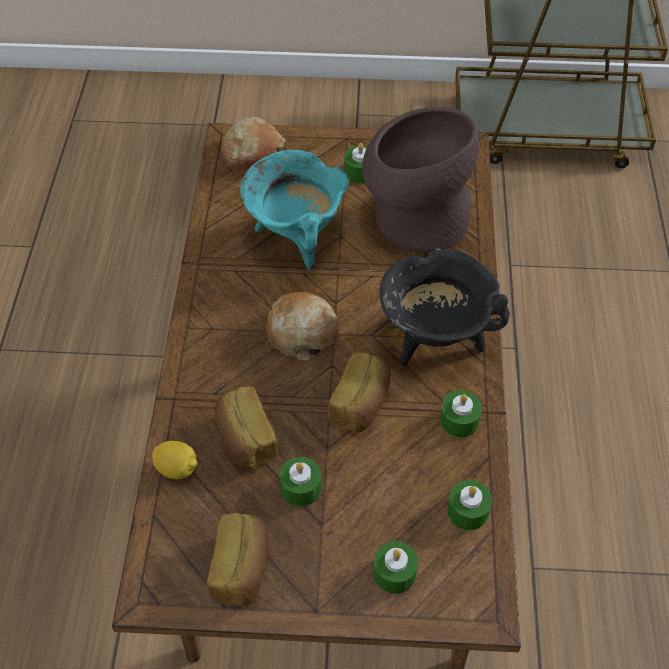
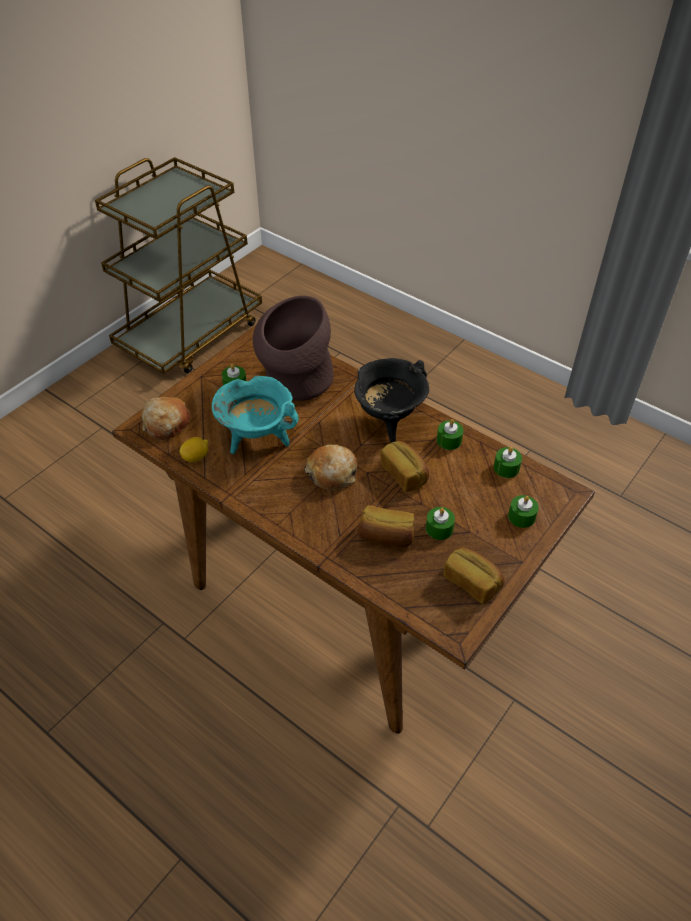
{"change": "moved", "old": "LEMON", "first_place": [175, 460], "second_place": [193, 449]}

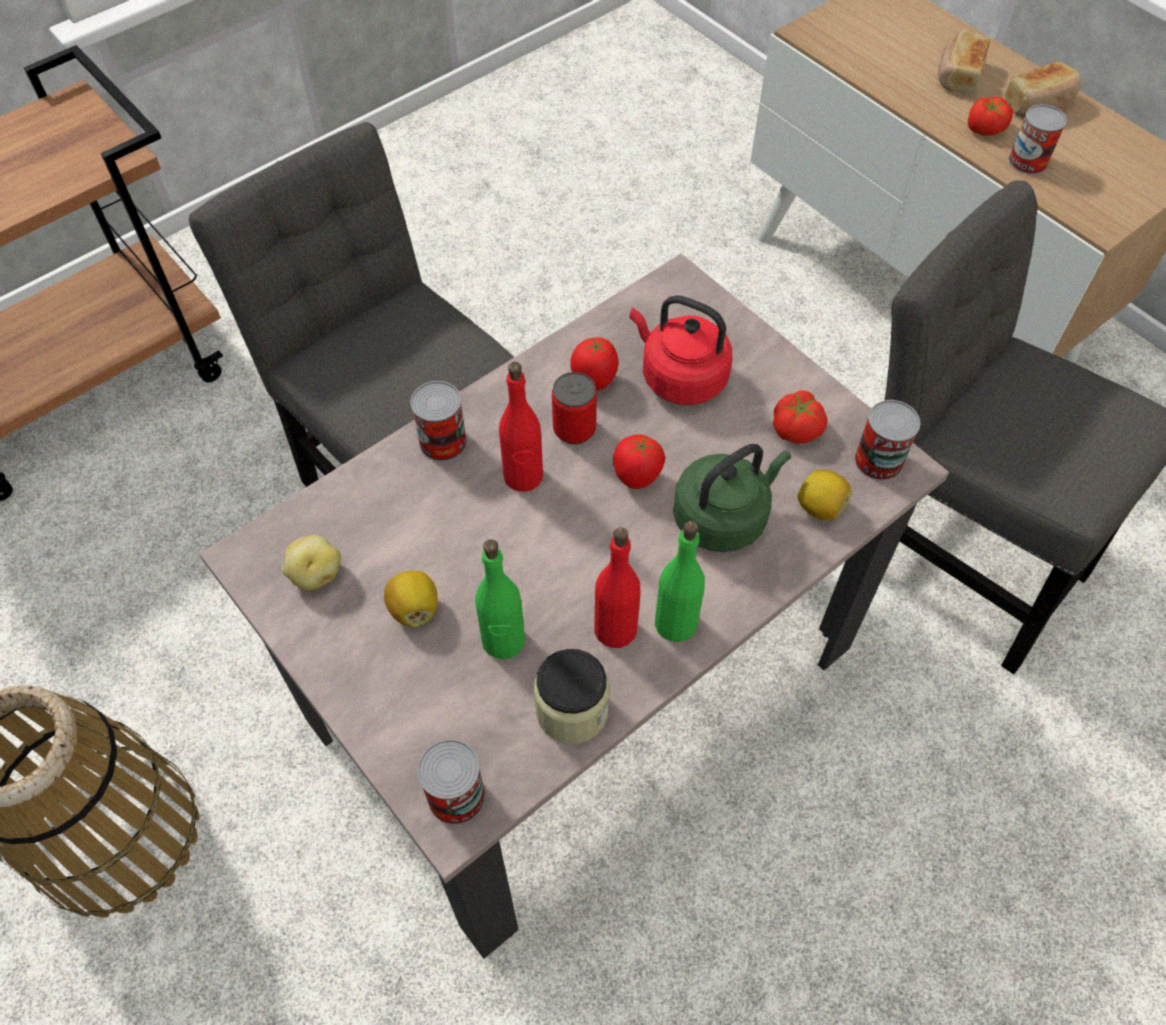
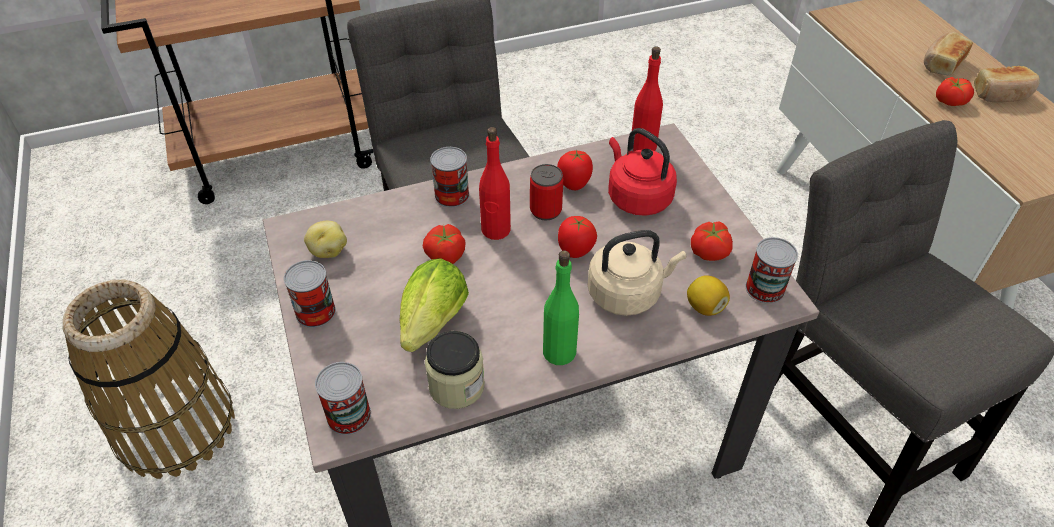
{"change": "removed", "old": "LEMON", "first_place": [411, 599]}
{"change": "added", "new": "TOMATO", "second_place": [444, 244]}
{"change": "moved", "old": "RED BOTTLE", "first_place": [617, 587], "second_place": [647, 99]}
{"change": "moved", "old": "CAN", "first_place": [1037, 139], "second_place": [310, 294]}
{"change": "replaced", "old": "GREEN BOTTLE", "new": "LETTUCE", "first_place": [500, 599], "second_place": [434, 305]}
{"change": "recoloured", "old": "GREEN KETTLE", "new": "BEIGE KETTLE", "first_place": [732, 498], "second_place": [637, 273]}

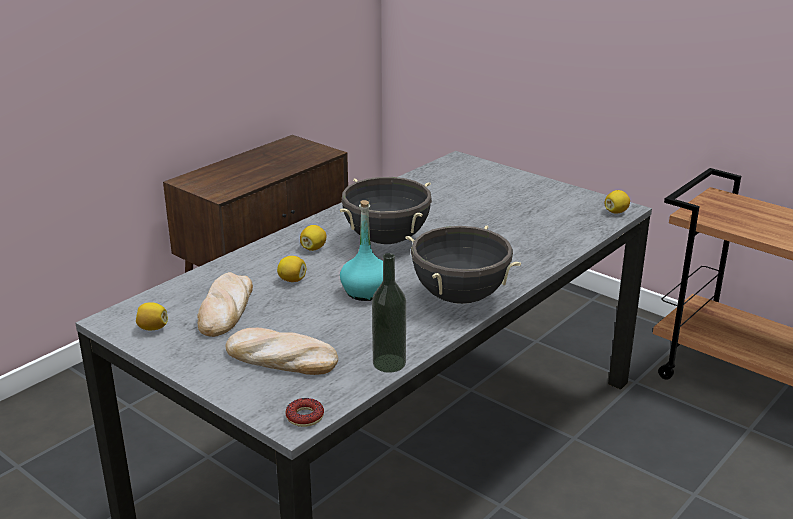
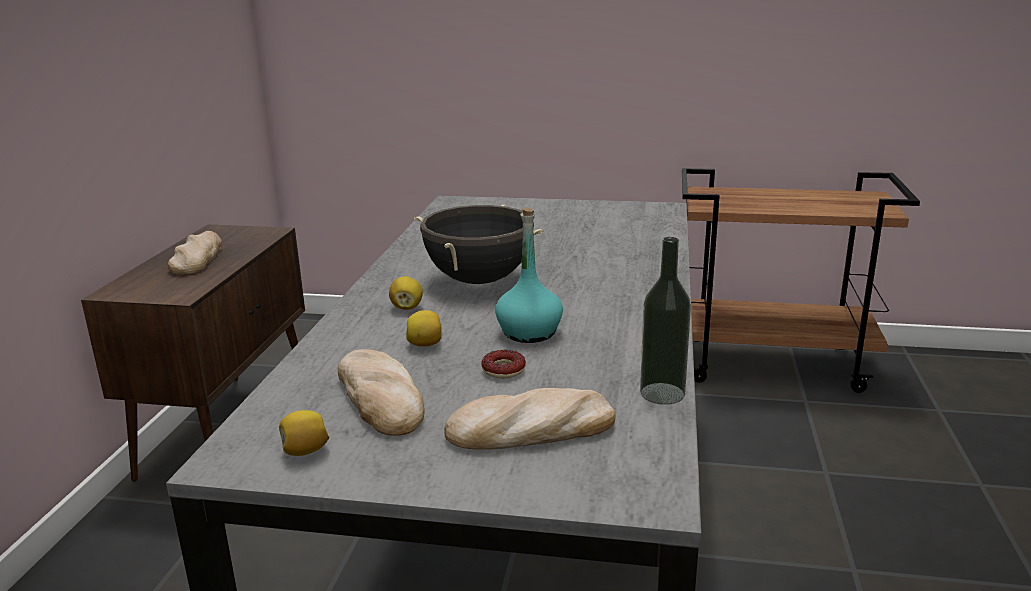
{"change": "removed", "old": "BLACK COOKING POT", "first_place": [463, 264]}
{"change": "removed", "old": "LEMON", "first_place": [617, 201]}
{"change": "added", "new": "BREAD", "second_place": [195, 252]}
{"change": "moved", "old": "DONUT", "first_place": [305, 412], "second_place": [503, 364]}

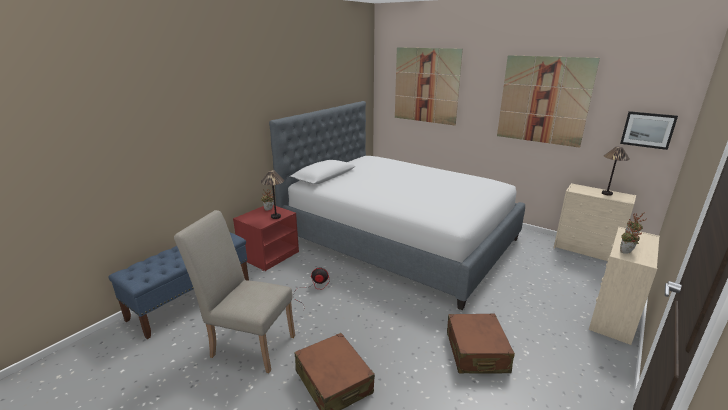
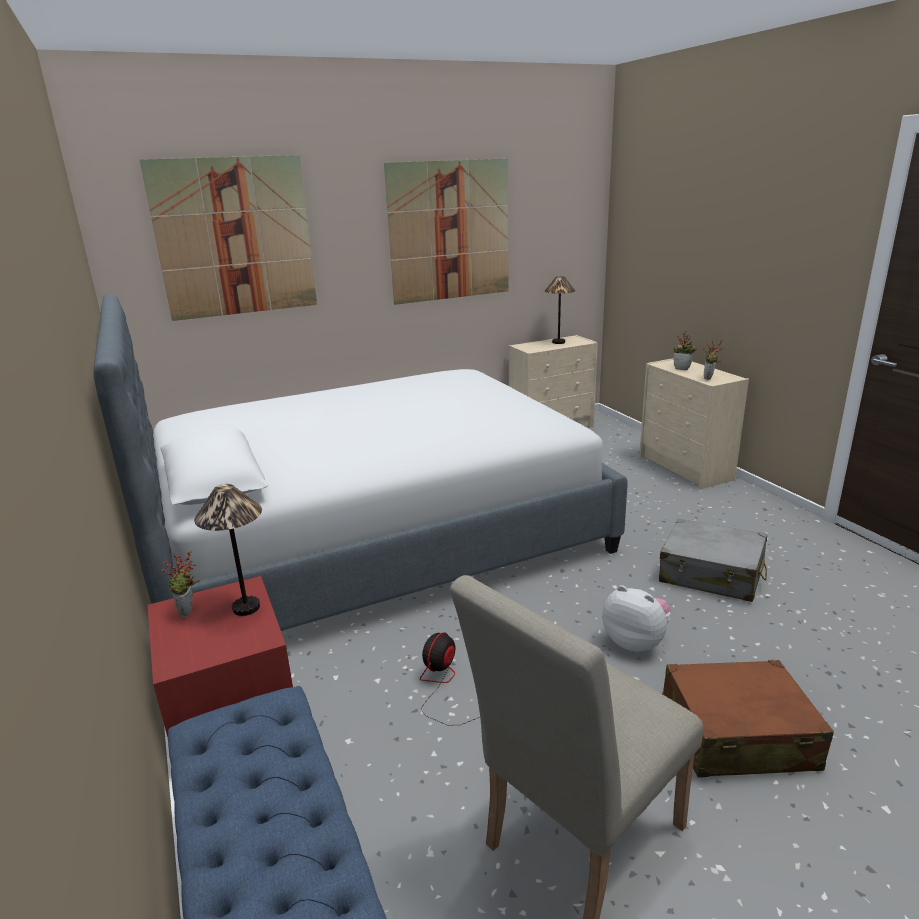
{"change": "removed", "old": "PICTURE", "first_place": [649, 130]}
{"change": "added", "new": "PLUSH TOY", "second_place": [636, 619]}
{"change": "recoloured", "old": "BROWN SUITCASE", "new": "GREY SUITCASE", "first_place": [481, 343], "second_place": [713, 560]}

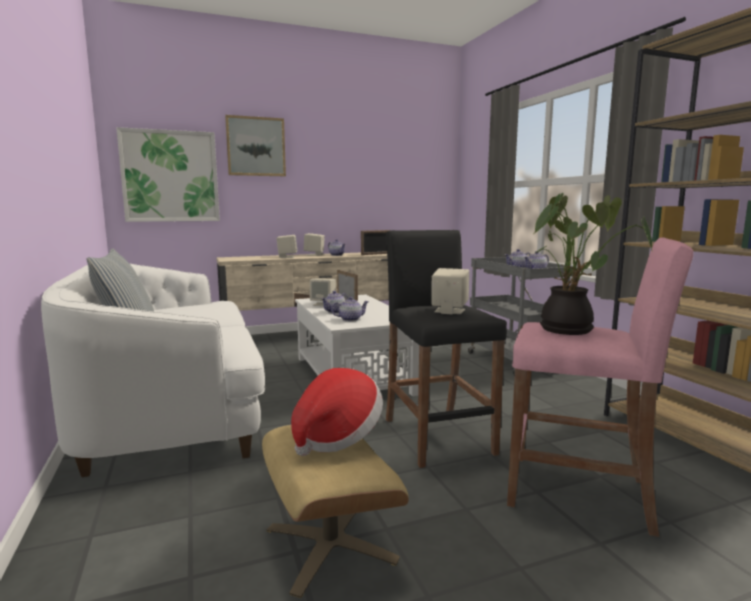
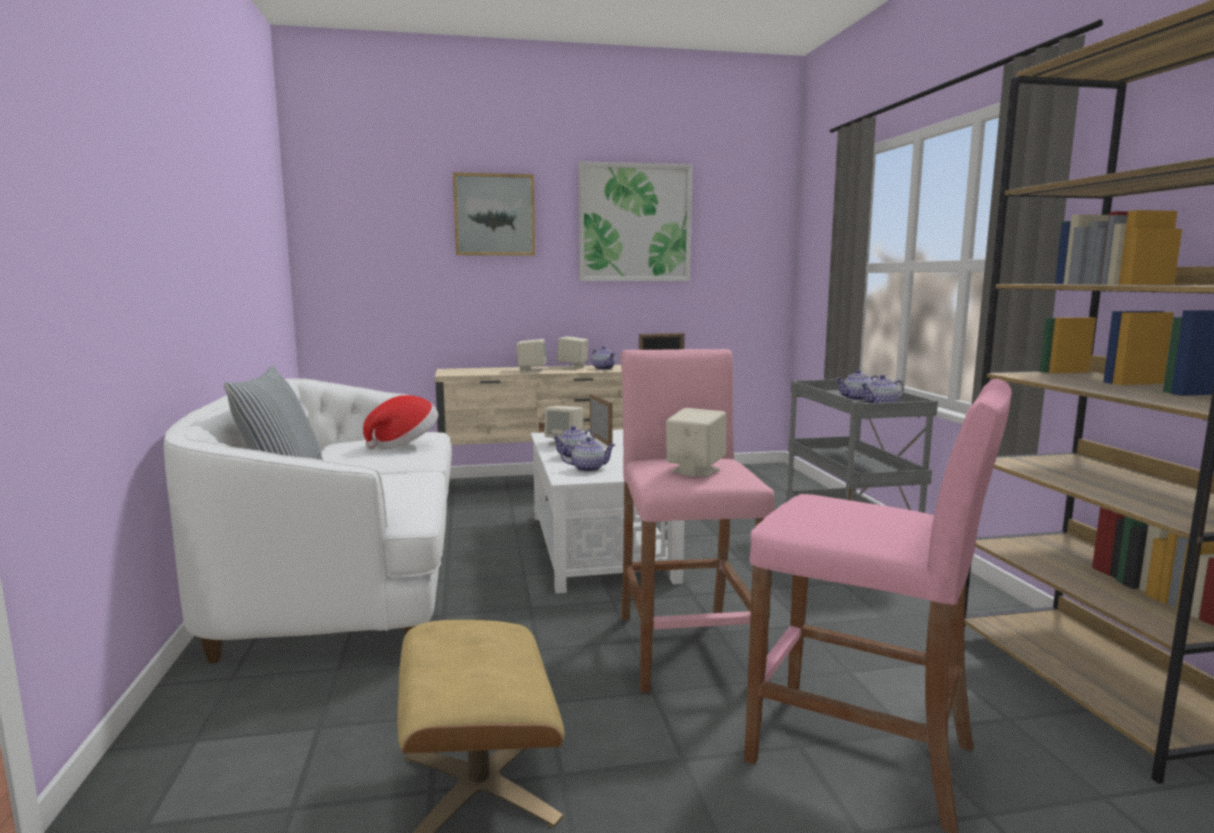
{"change": "removed", "old": "POTTED PLANT", "first_place": [593, 264]}
{"change": "moved", "old": "PICTURE", "first_place": [168, 174], "second_place": [635, 221]}
{"change": "moved", "old": "HAT", "first_place": [337, 412], "second_place": [400, 422]}
{"change": "recoloured", "old": "BLACK STOOL", "new": "PINK STOOL", "first_place": [446, 349], "second_place": [697, 521]}

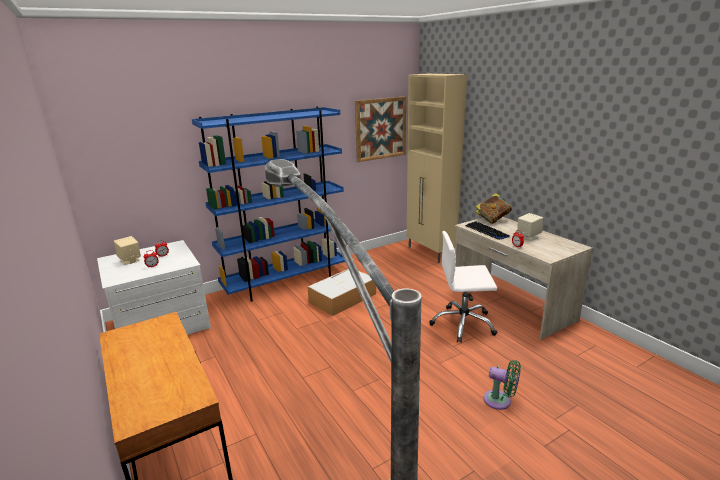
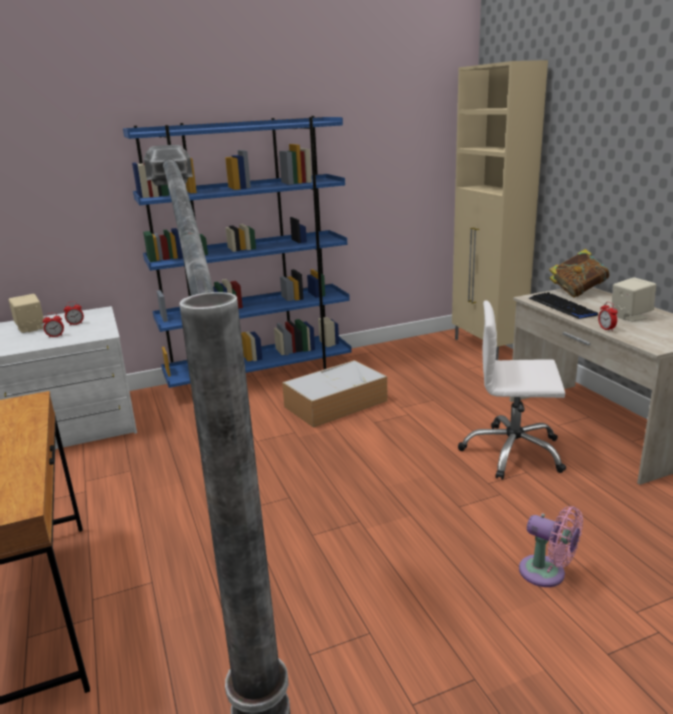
{"change": "removed", "old": "PICTURE", "first_place": [380, 129]}
{"change": "recoloured", "old": "GREEN FAN", "new": "PINK FAN", "first_place": [502, 385], "second_place": [551, 546]}

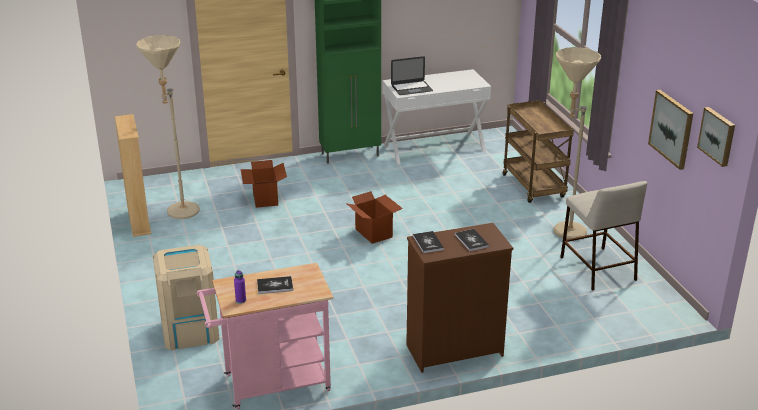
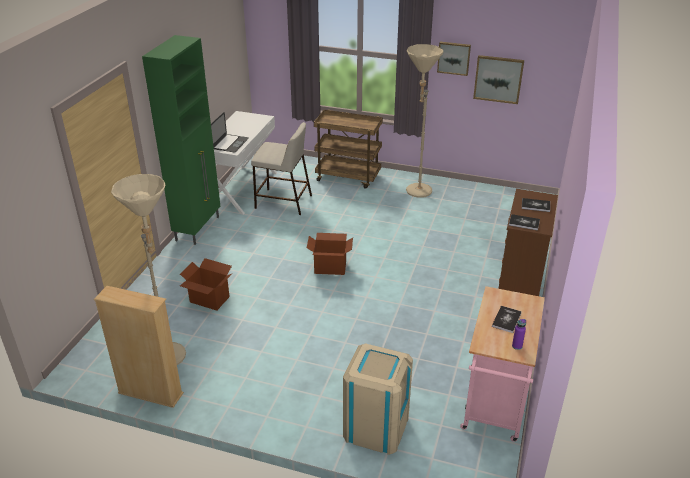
{"change": "moved", "old": "BEIGE STOOL", "first_place": [603, 236], "second_place": [281, 168]}
{"change": "moved", "old": "PICTURE", "first_place": [716, 137], "second_place": [454, 59]}

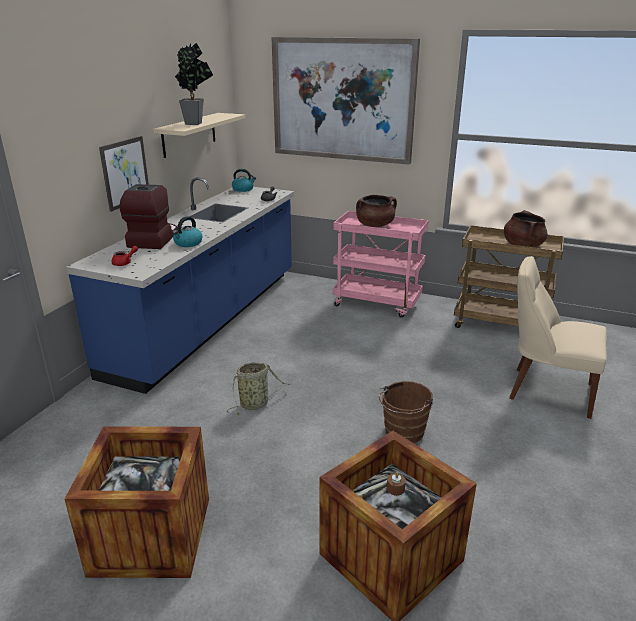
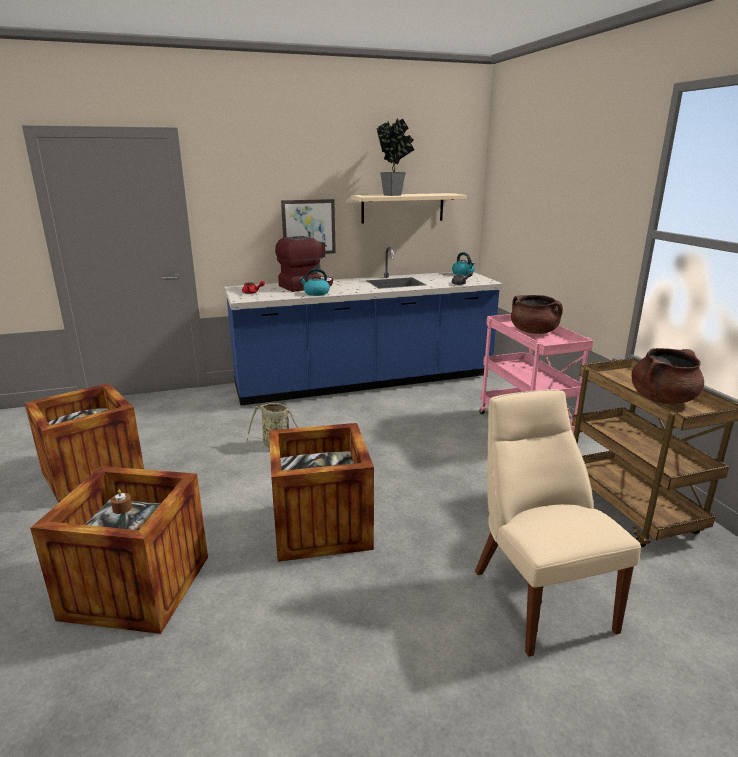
{"change": "removed", "old": "PICTURE", "first_place": [346, 101]}
{"change": "replaced", "old": "BROWN BUCKET", "new": "CRATE", "first_place": [406, 412], "second_place": [321, 492]}

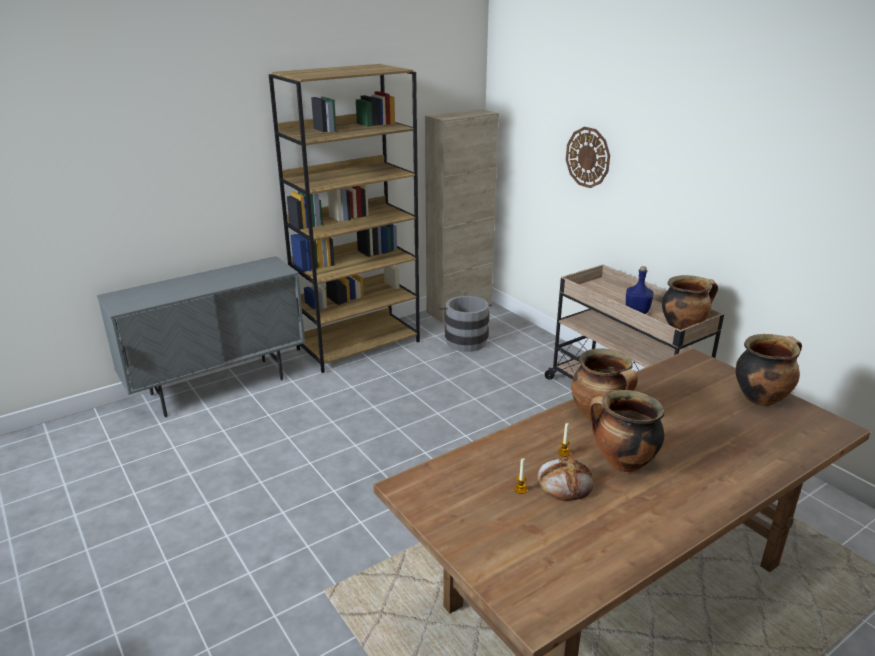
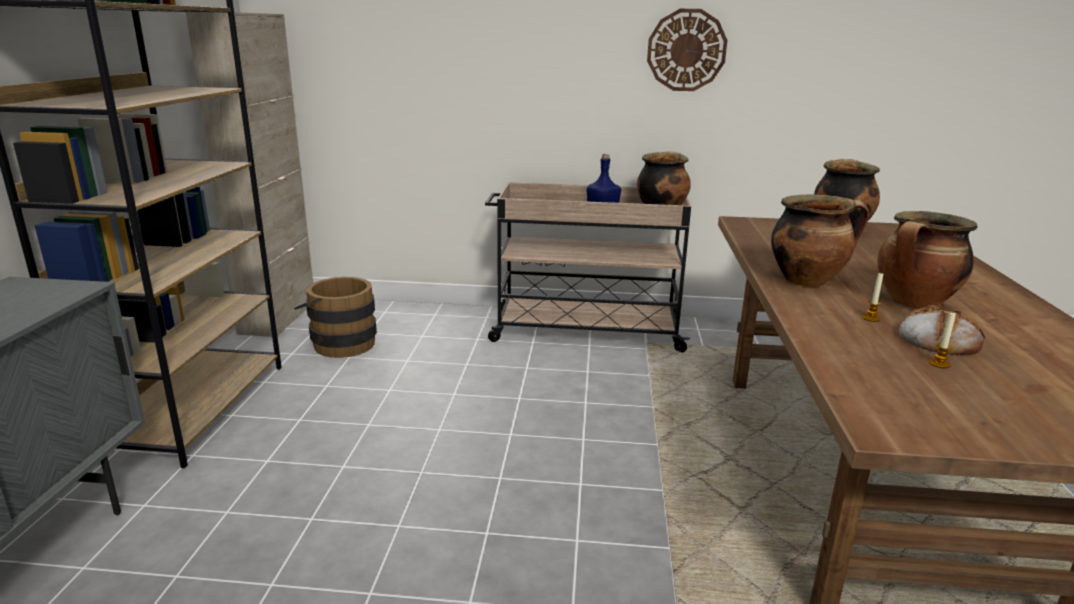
{"change": "moved", "old": "WALL CLOCK", "first_place": [588, 157], "second_place": [687, 50]}
{"change": "recoloured", "old": "GREY BUCKET", "new": "BROWN BUCKET", "first_place": [466, 324], "second_place": [335, 317]}

